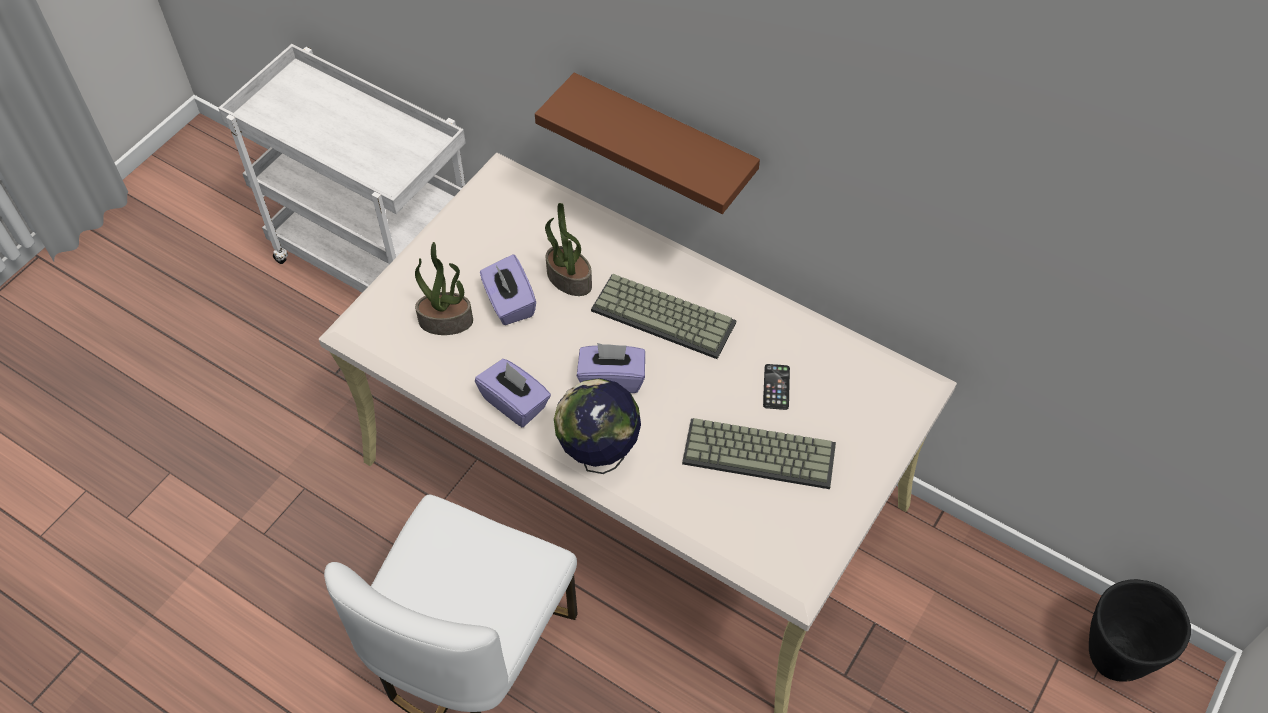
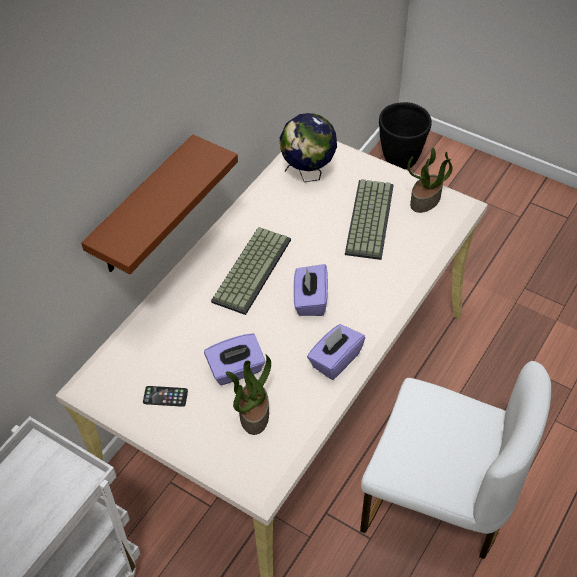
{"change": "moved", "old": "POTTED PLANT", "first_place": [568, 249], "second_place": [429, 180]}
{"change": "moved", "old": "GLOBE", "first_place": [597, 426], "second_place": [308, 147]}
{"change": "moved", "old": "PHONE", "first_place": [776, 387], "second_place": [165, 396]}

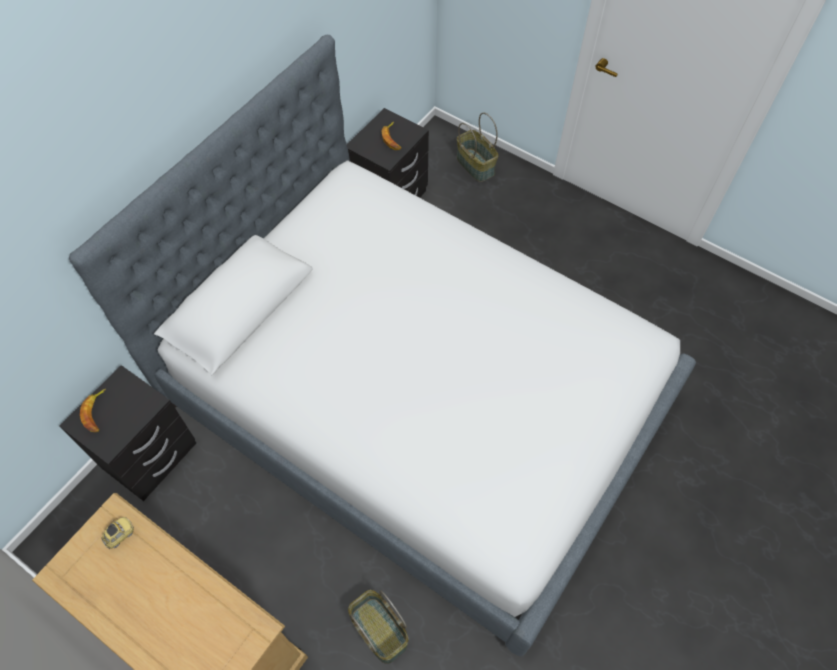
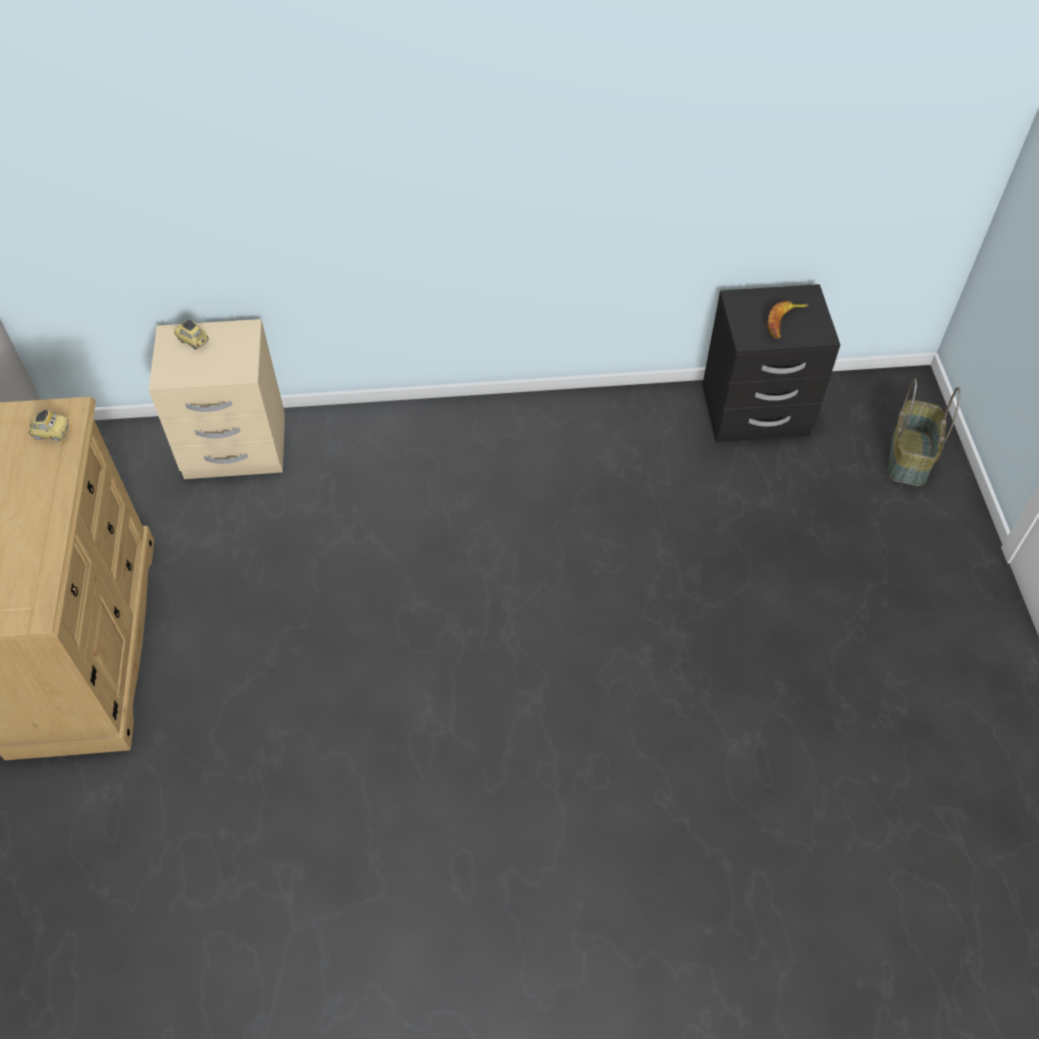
{"change": "removed", "old": "BED", "first_place": [382, 346]}
{"change": "removed", "old": "BASKET", "first_place": [378, 627]}
{"change": "replaced", "old": "BANANA", "new": "TOY CAR", "first_place": [93, 410], "second_place": [191, 335]}
{"change": "recoloured", "old": "BLACK NIGHTSTAND", "new": "BEIGE NIGHTSTAND", "first_place": [127, 433], "second_place": [217, 399]}

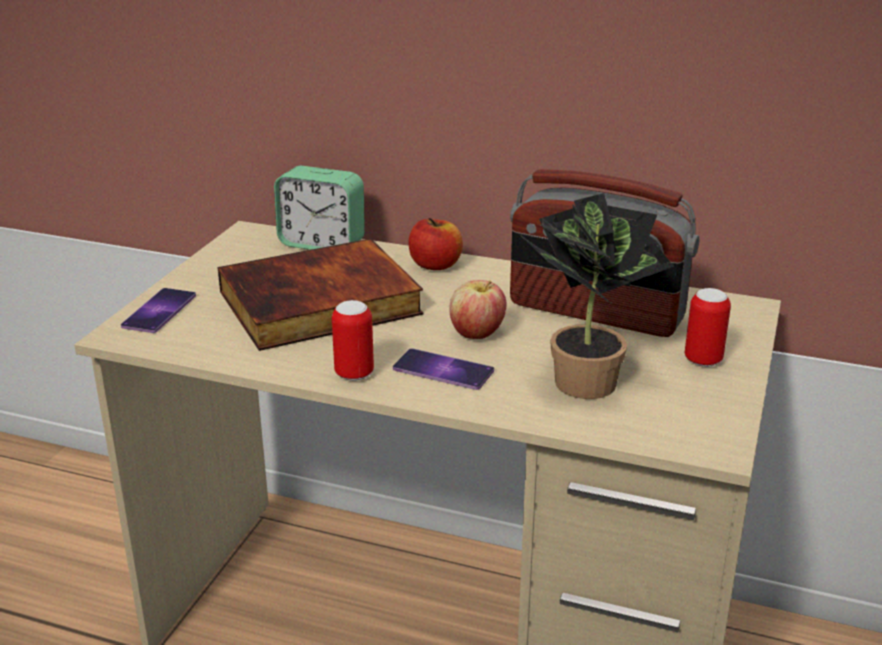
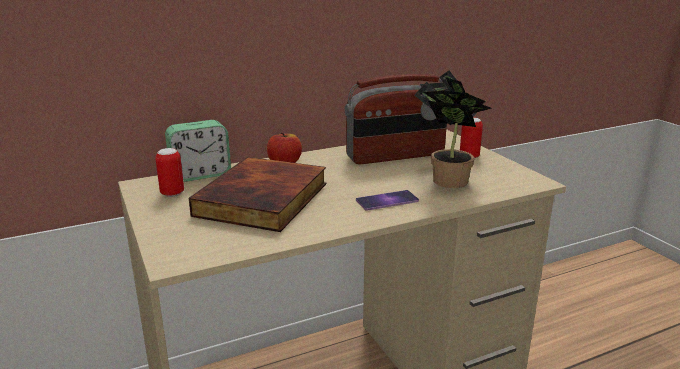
{"change": "removed", "old": "PHONE", "first_place": [158, 310]}
{"change": "removed", "old": "APPLE", "first_place": [477, 309]}
{"change": "moved", "old": "CAN", "first_place": [353, 340], "second_place": [169, 172]}

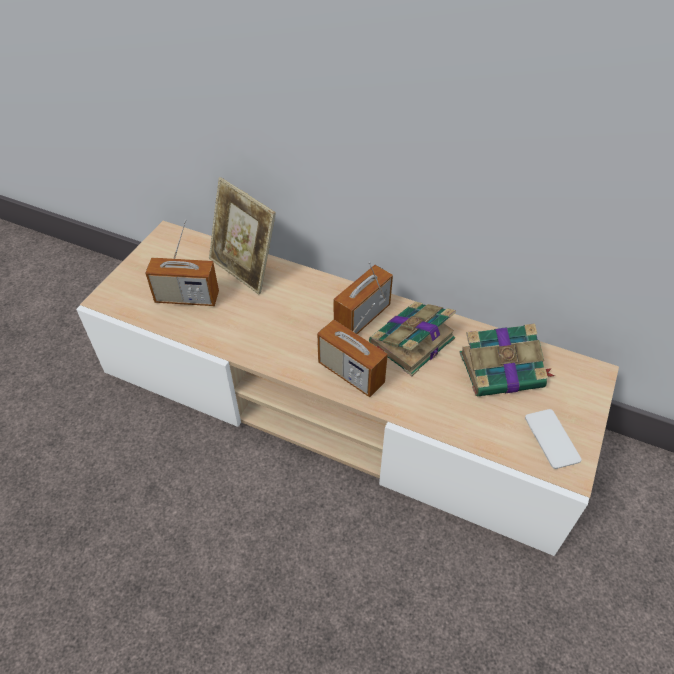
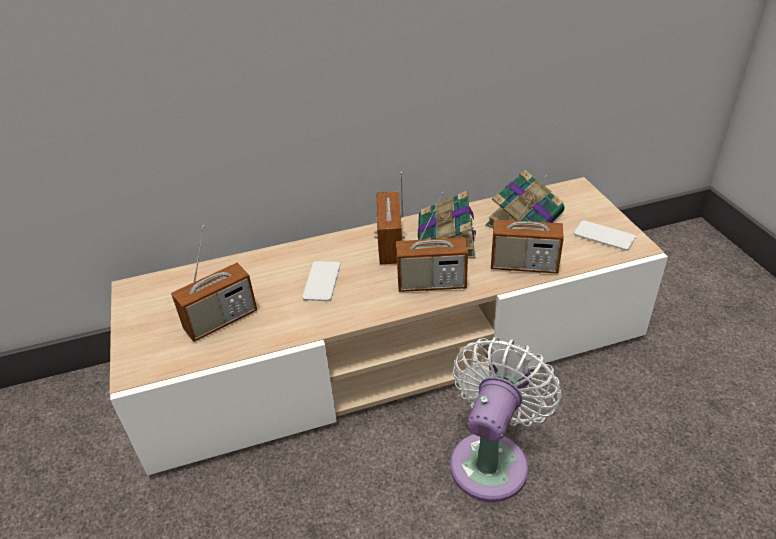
{"change": "removed", "old": "PICTURE FRAME", "first_place": [242, 236]}
{"change": "added", "new": "PHONE", "second_place": [321, 281]}
{"change": "added", "new": "WHITE FAN", "second_place": [506, 419]}
{"change": "added", "new": "RADIO", "second_place": [527, 224]}

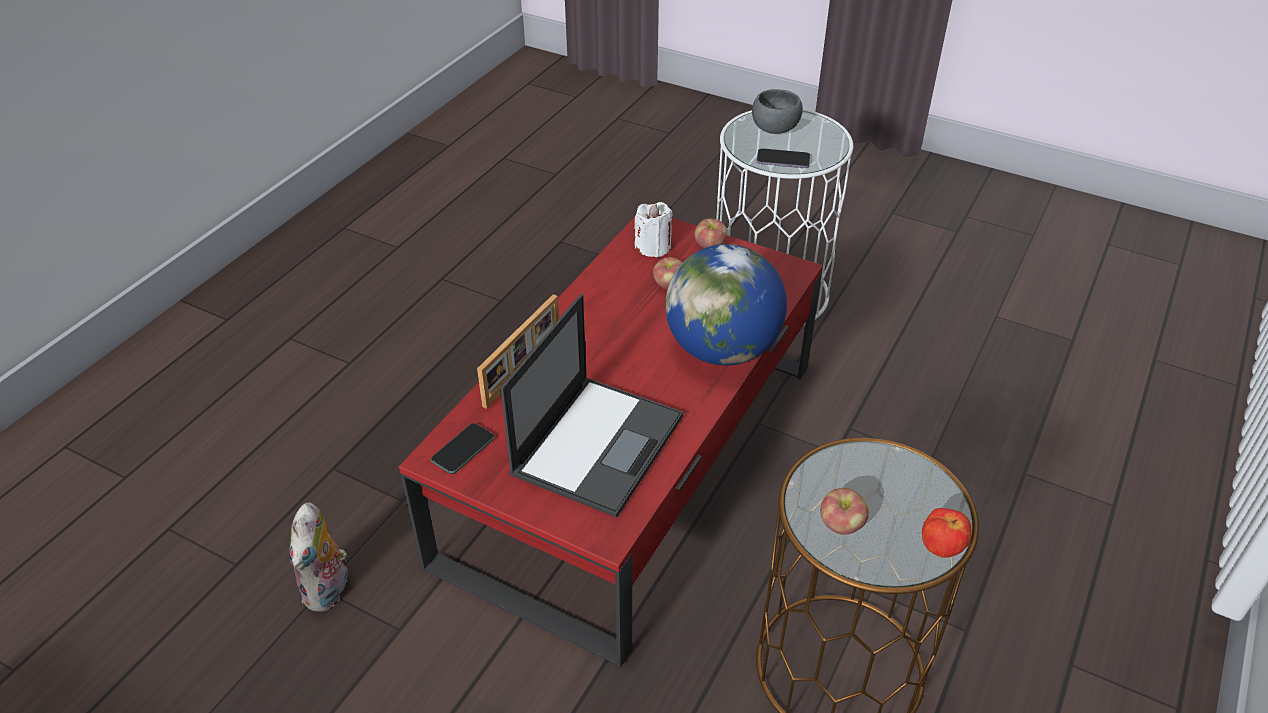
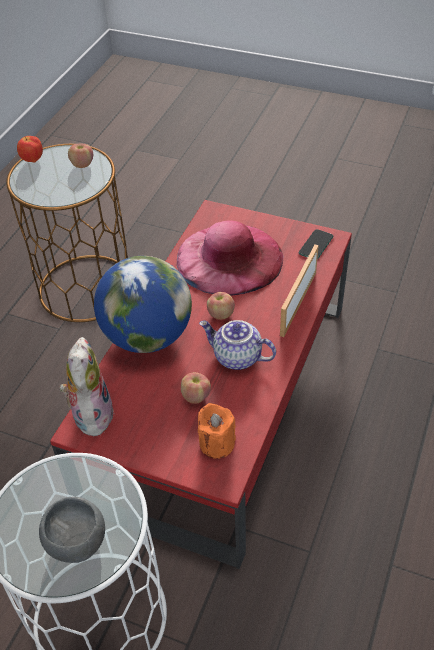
{"change": "removed", "old": "PHONE", "first_place": [783, 158]}
{"change": "added", "new": "TEAPOT", "second_place": [237, 345]}
{"change": "moved", "old": "PLUSH TOY", "first_place": [318, 557], "second_place": [86, 386]}
{"change": "moved", "old": "APPLE", "first_place": [711, 233], "second_place": [221, 306]}
{"change": "replaced", "old": "LAPTOP", "new": "PINK HAT", "first_place": [591, 405], "second_place": [230, 258]}
{"change": "recoloured", "old": "WHITE CANDLE", "new": "ORANGE CANDLE", "first_place": [653, 230], "second_place": [217, 431]}

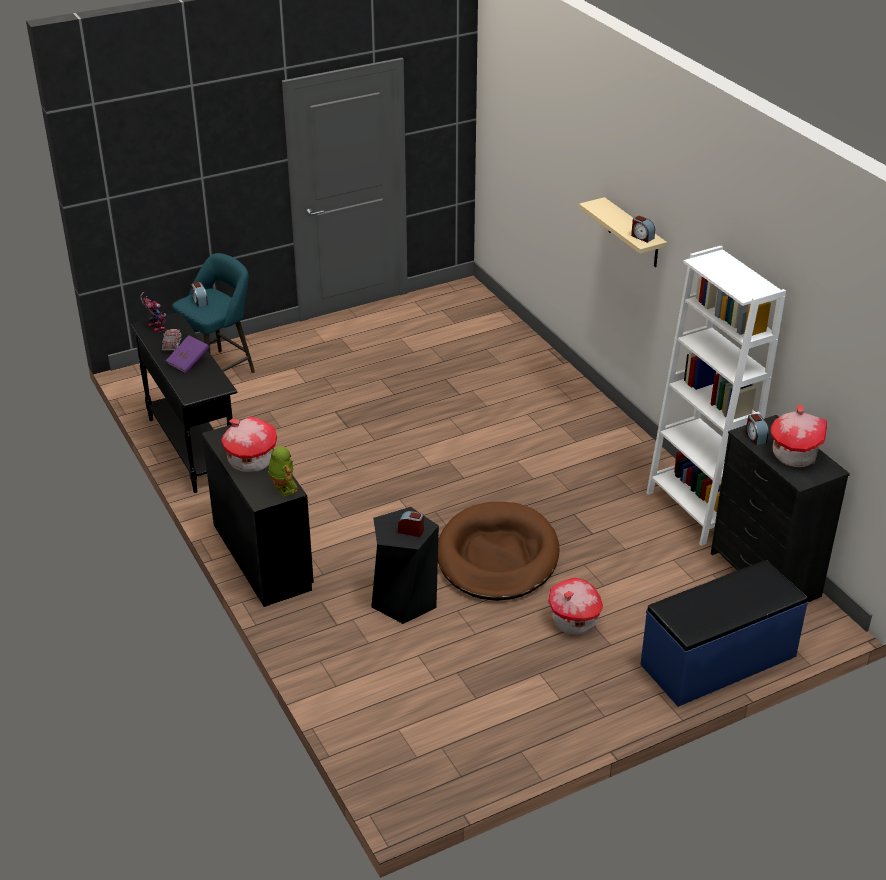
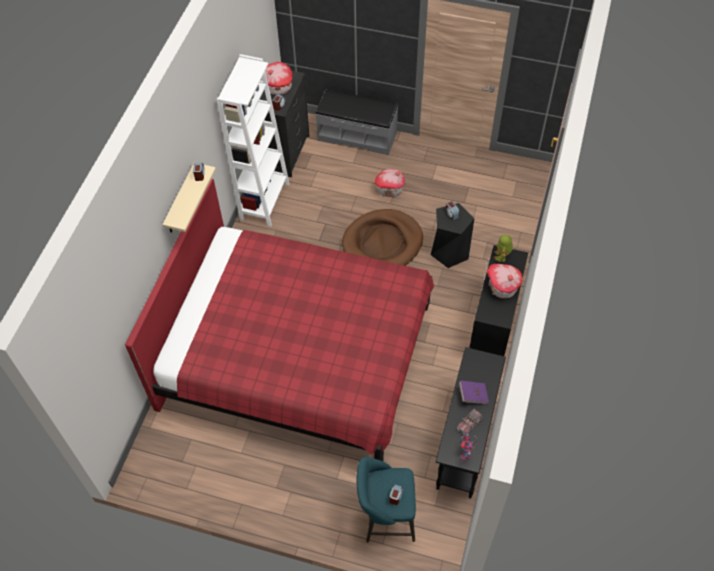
{"change": "added", "new": "RED BED", "second_place": [279, 320]}
{"change": "recoloured", "old": "BLUE BENCH", "new": "GREY BENCH", "first_place": [724, 633], "second_place": [356, 122]}

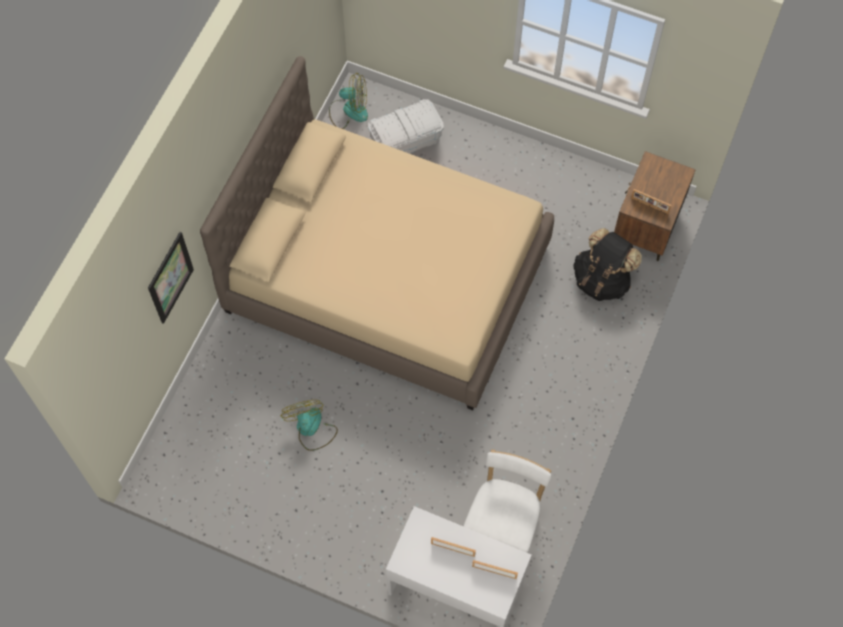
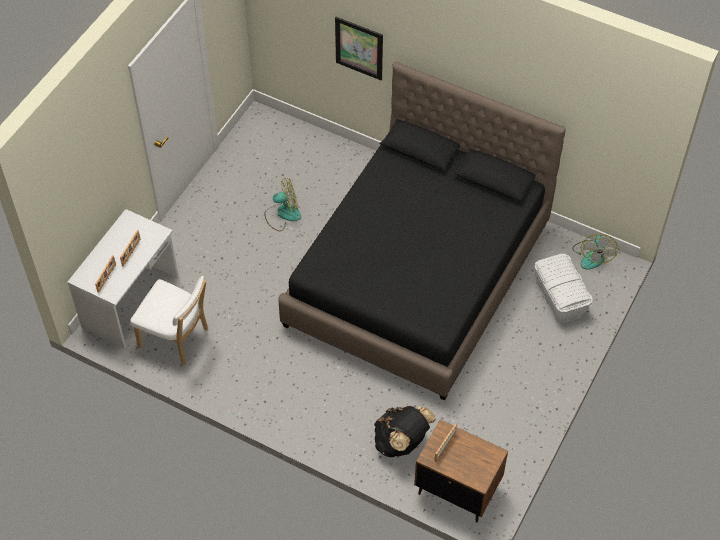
{"change": "recoloured", "old": "BEIGE BED", "new": "BLACK BED", "first_place": [377, 233], "second_place": [422, 231]}

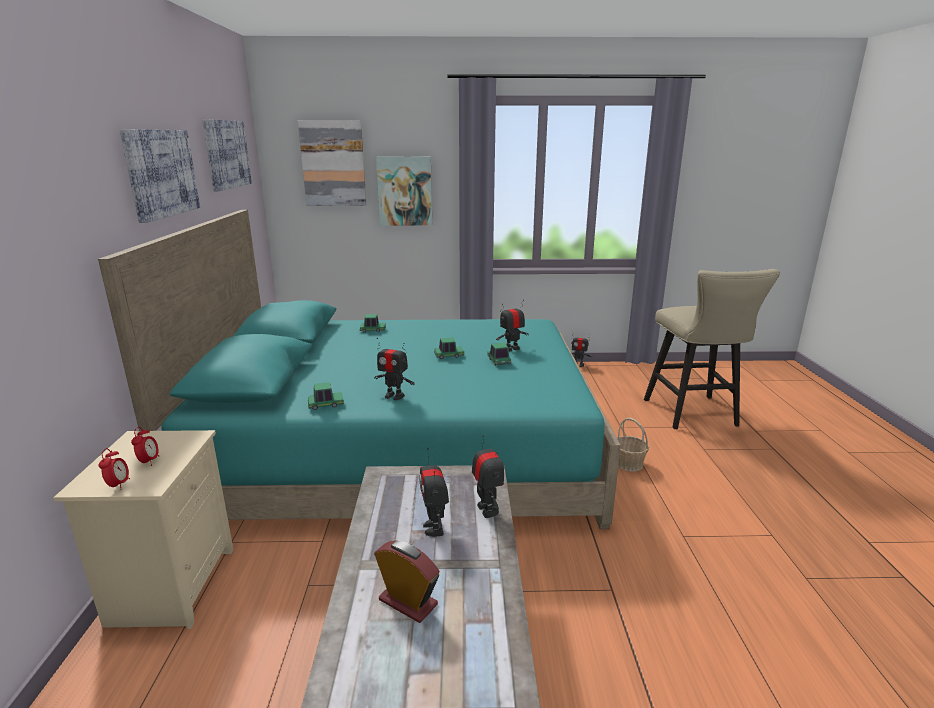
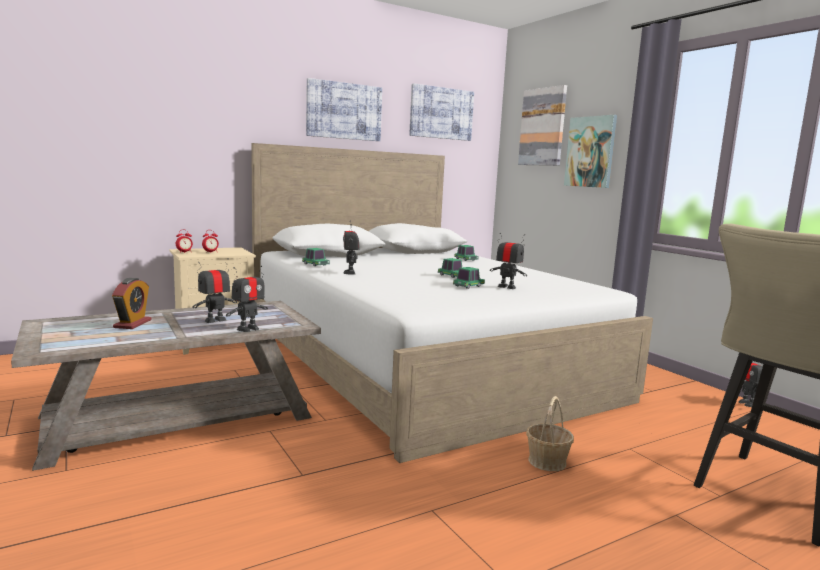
{"change": "recoloured", "old": "TURQUOISE BED", "new": "WHITE BED", "first_place": [359, 369], "second_place": [452, 303]}

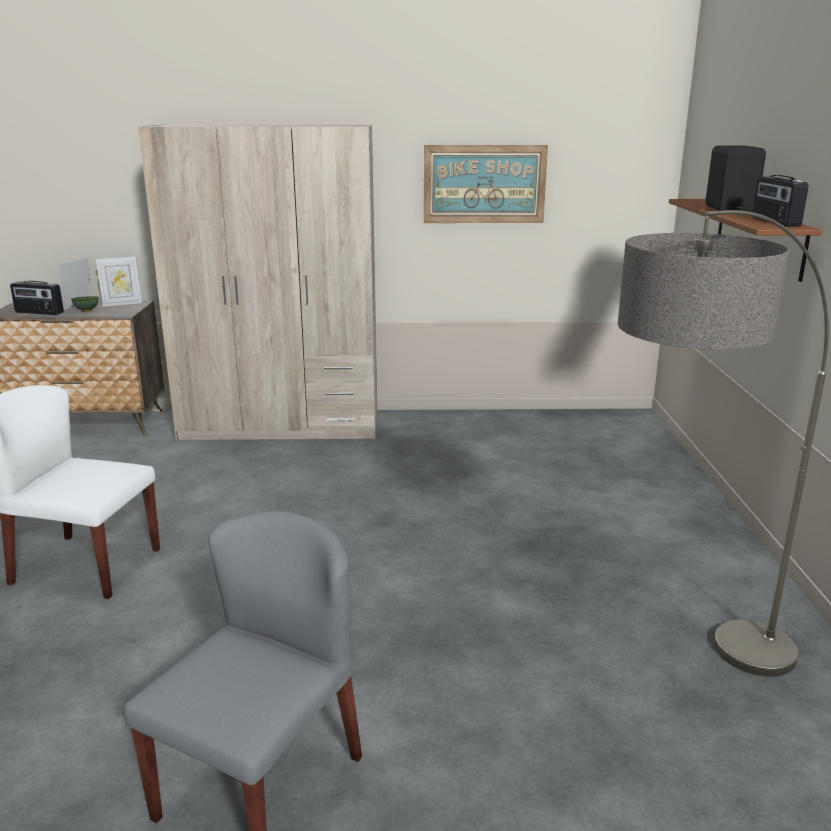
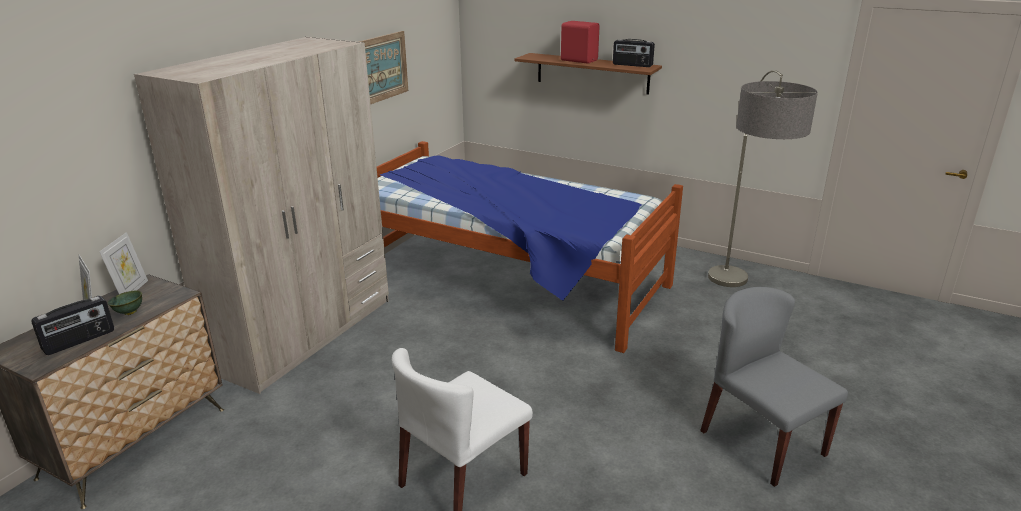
{"change": "added", "new": "BED", "second_place": [530, 247]}
{"change": "recoloured", "old": "BLACK SPEAKER", "new": "RED SPEAKER", "first_place": [735, 178], "second_place": [580, 42]}

